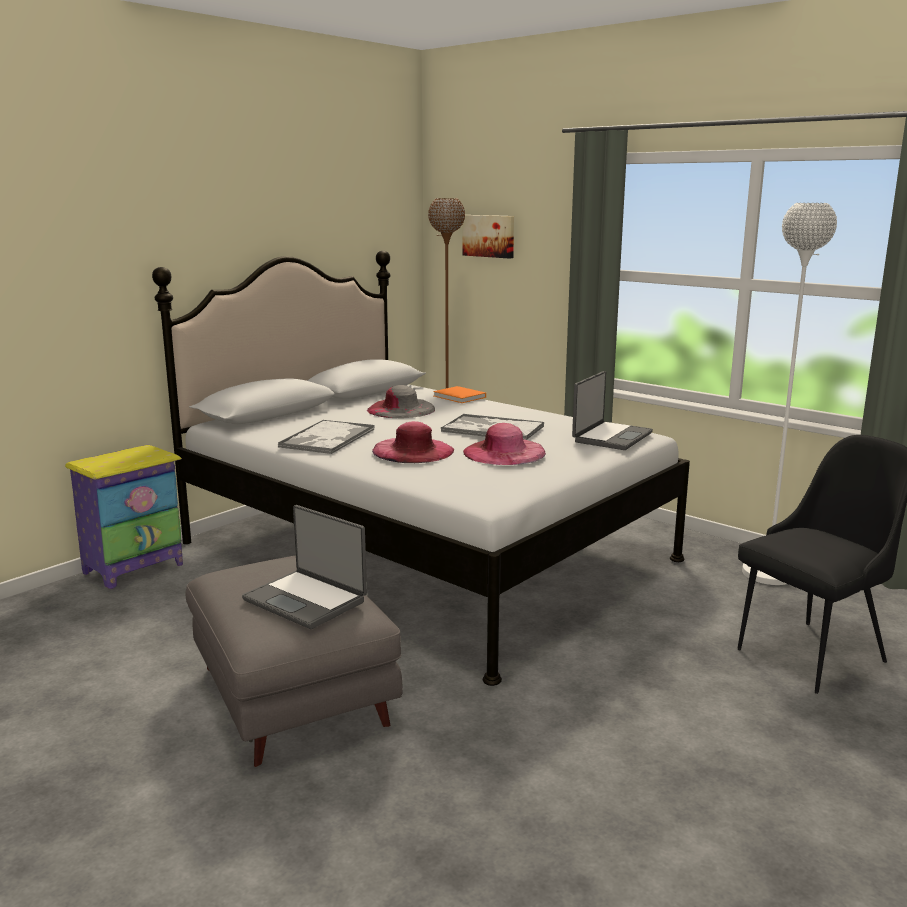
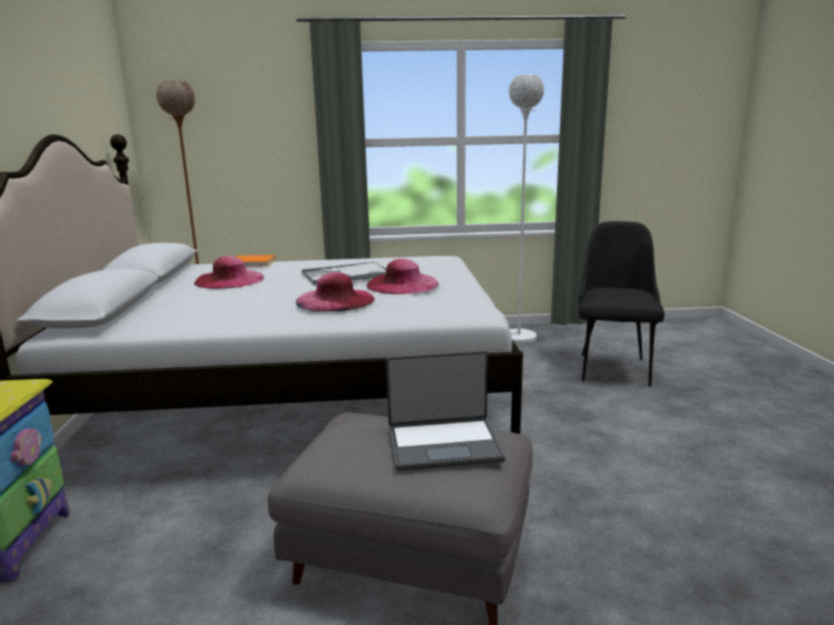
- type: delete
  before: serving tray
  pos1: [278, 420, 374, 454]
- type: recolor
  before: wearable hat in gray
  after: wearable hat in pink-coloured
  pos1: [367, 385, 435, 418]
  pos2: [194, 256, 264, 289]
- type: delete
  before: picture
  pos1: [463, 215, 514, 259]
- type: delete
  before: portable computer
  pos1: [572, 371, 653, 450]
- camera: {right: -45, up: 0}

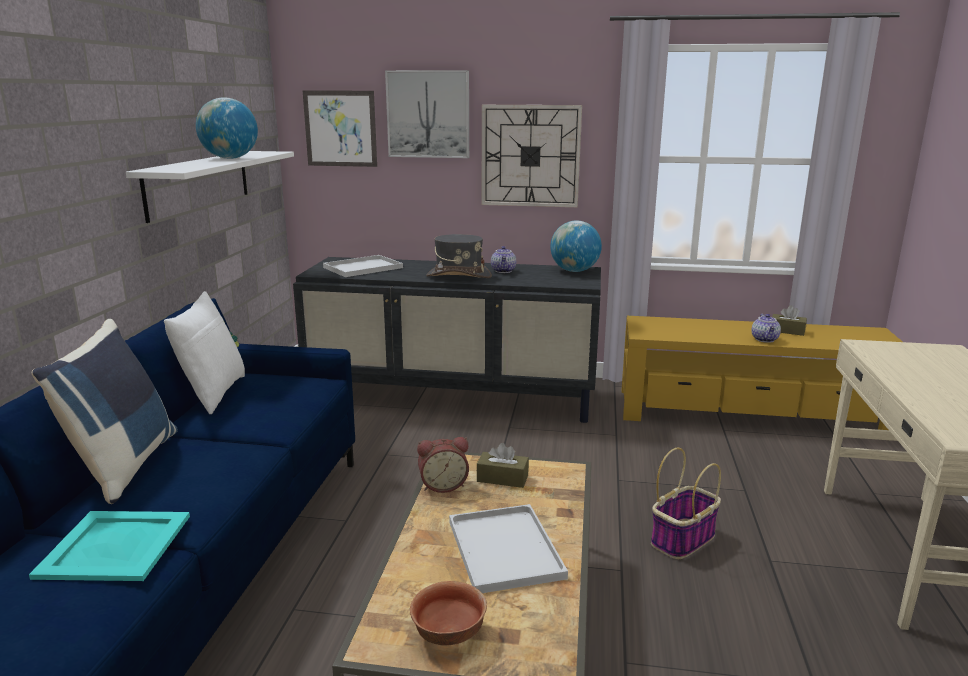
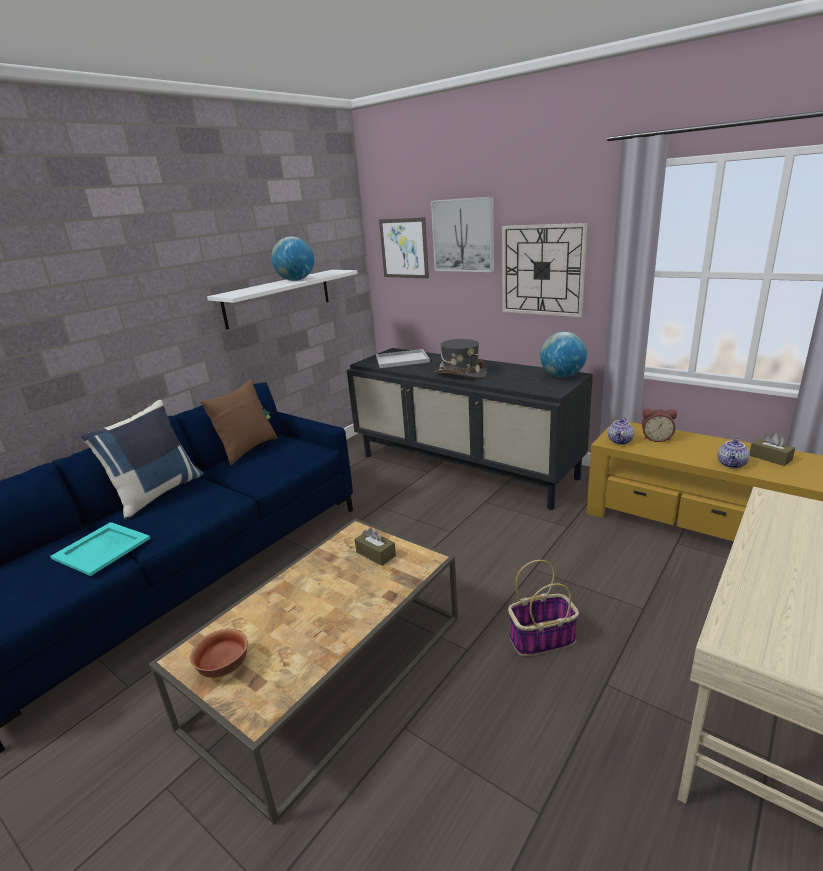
- type: recolor
  before: cushion in whitish
  after: cushion in brownish
  pos1: [164, 291, 245, 414]
  pos2: [200, 379, 277, 465]
- type: move
  before: alarm clock
  pos1: [417, 437, 469, 493]
  pos2: [642, 408, 677, 442]
- type: delete
  before: serving tray in whitish
  pos1: [449, 504, 568, 593]
- type: move
  before: teapot
  pos1: [491, 246, 516, 273]
  pos2: [608, 417, 634, 445]
- camera: {right: 30, up: 5}

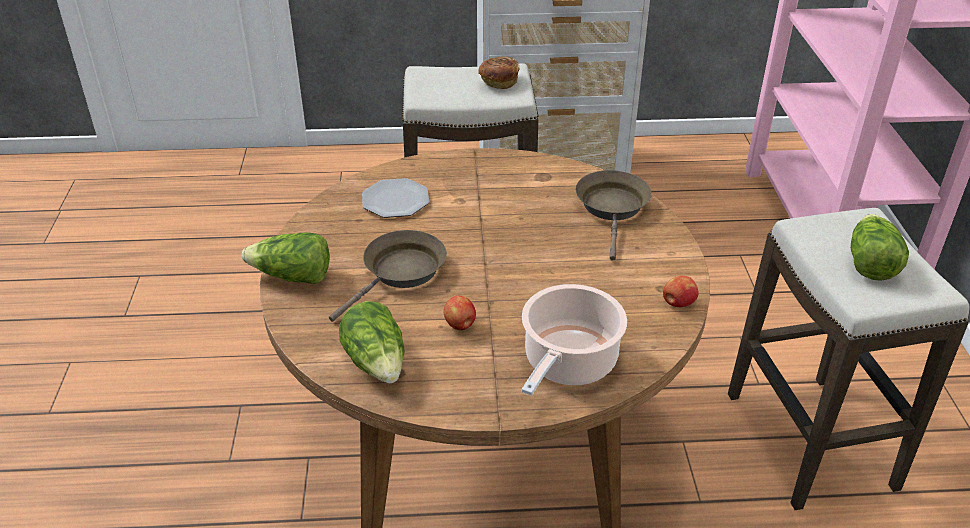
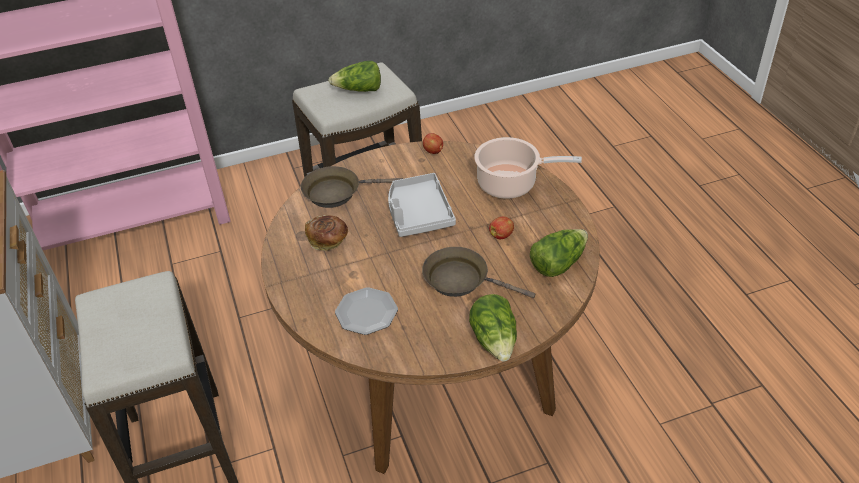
- type: move
  before: baked bread
  pos1: [478, 56, 520, 89]
  pos2: [305, 215, 348, 251]
- type: insert
  after: serving tray in gray
  pos2: [388, 173, 456, 237]
- camera: {right: -105, up: 5}

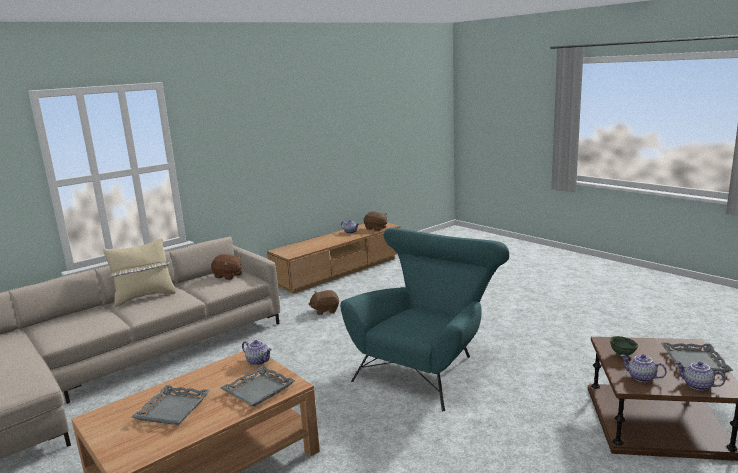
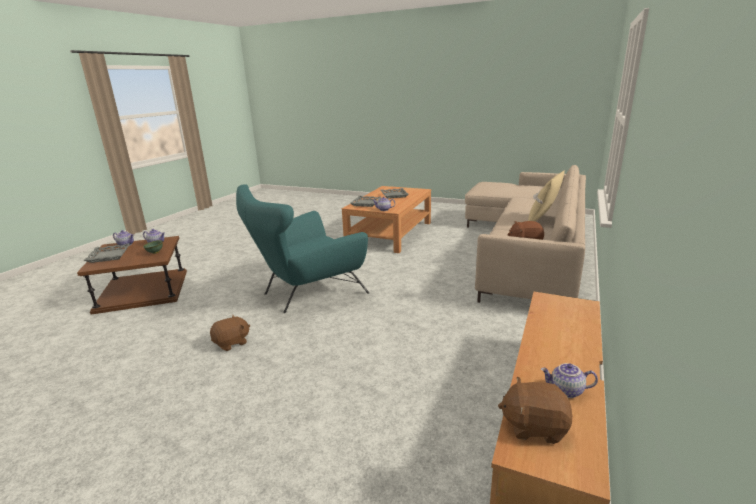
- type: move
  before: soft toy in brownish
  pos1: [308, 290, 339, 315]
  pos2: [210, 315, 250, 351]
- type: rotate
  before: lounge chair in blue-green
  pos1: [340, 228, 509, 411]
  pos2: [236, 184, 369, 313]
  turn: 45
- camera: {right: 155, up: 5}

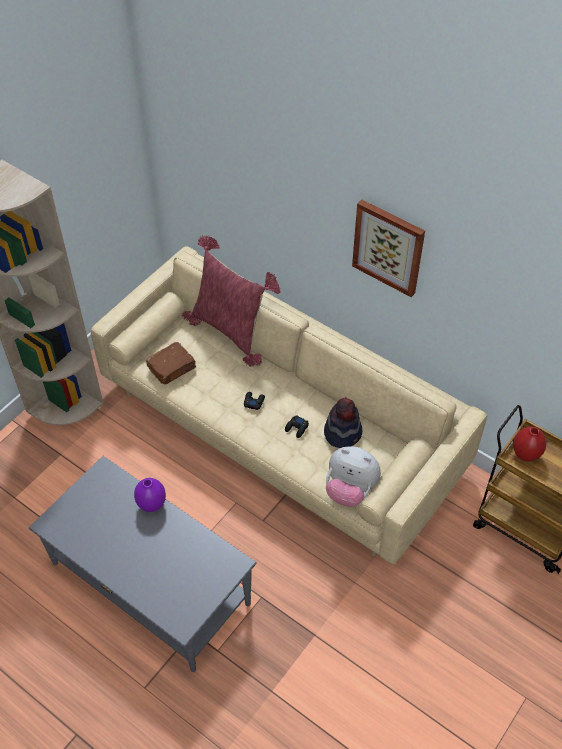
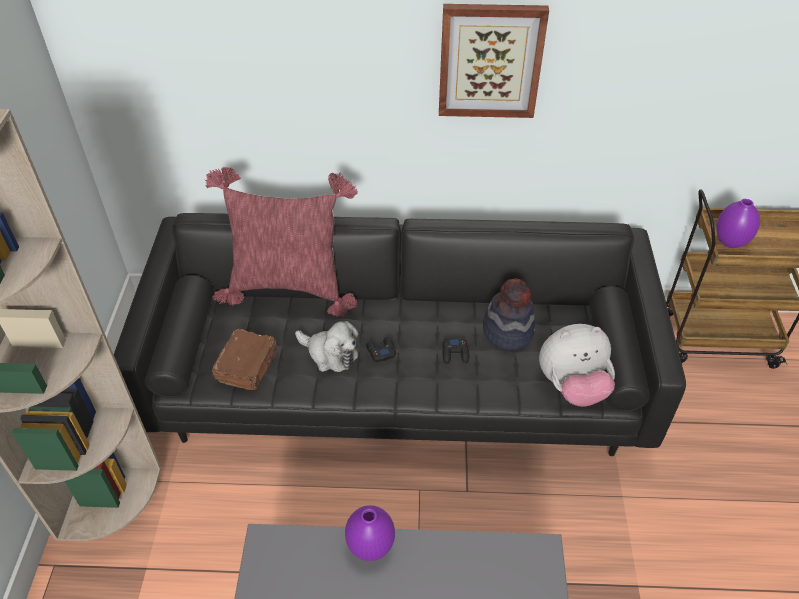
- type: recolor
  before: couch in beige
  after: couch in black-coloured
  pos1: [91, 246, 487, 565]
  pos2: [114, 213, 686, 456]
- type: recolor
  before: decorative vase in reddish
  after: decorative vase in purplish
  pos1: [513, 427, 546, 461]
  pos2: [716, 199, 760, 248]
- type: insert
  after: soft toy
  pos2: [295, 321, 359, 372]
- camera: {right: -35, up: -5}

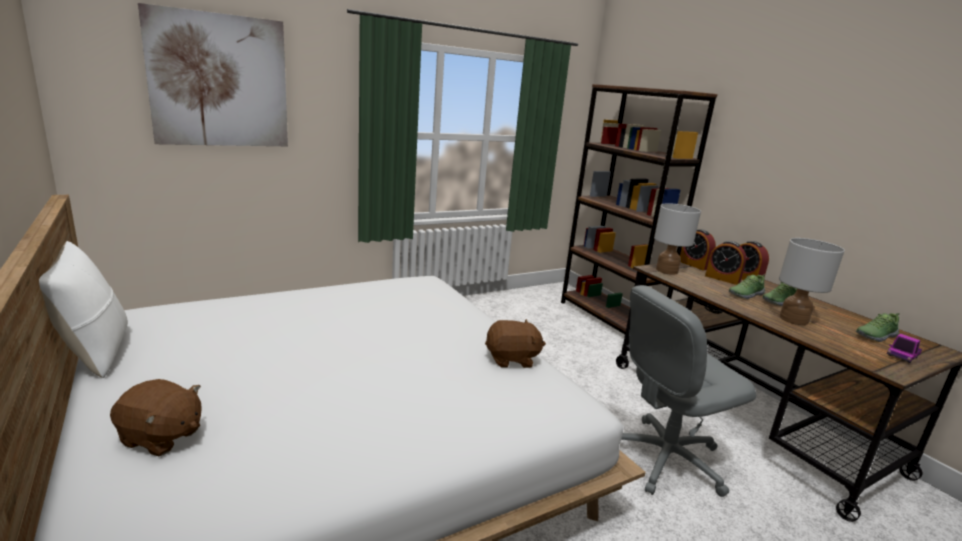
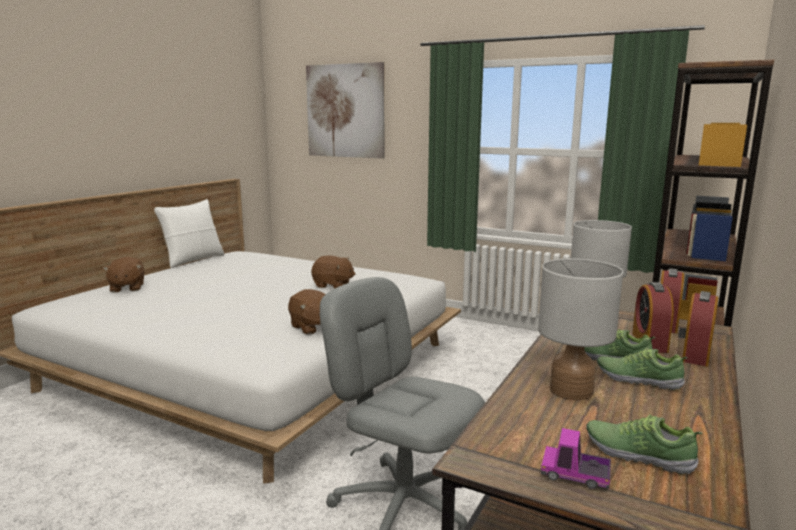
- type: insert
  after: soft toy in brownish
  pos2: [311, 256, 355, 289]
- camera: {right: 60, up: -5}

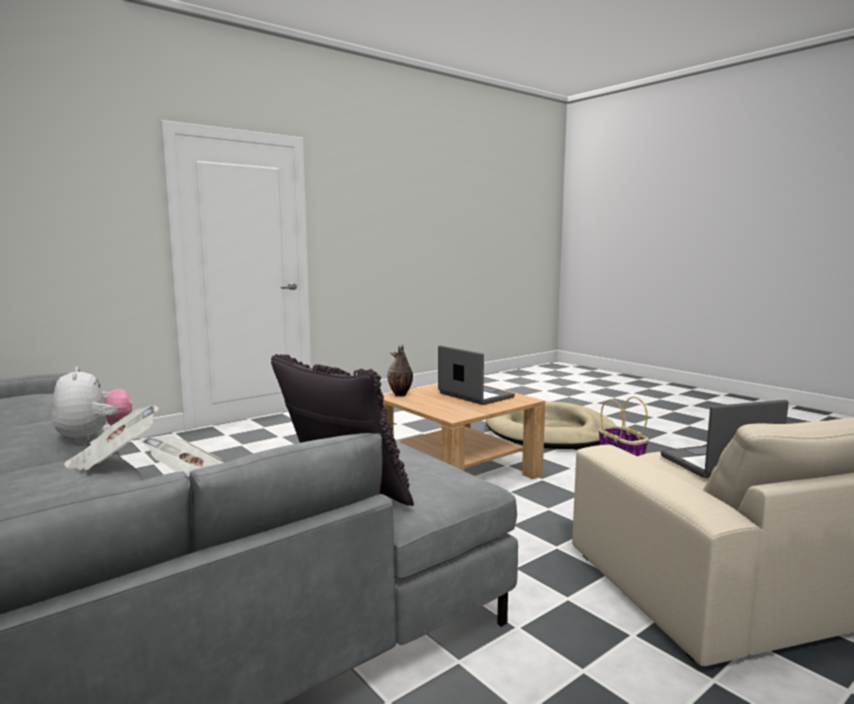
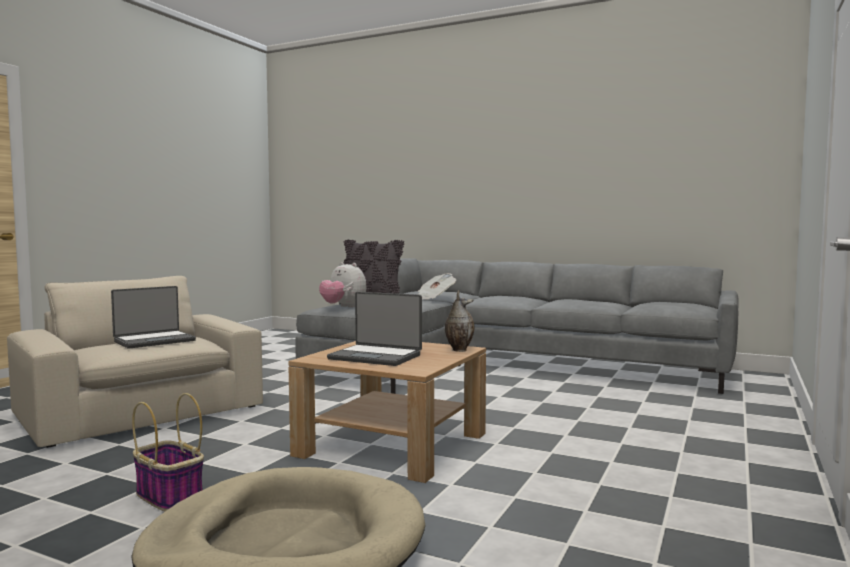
- type: move
  before: soft toy
  pos1: [52, 367, 132, 443]
  pos2: [319, 262, 367, 307]
- type: delete
  before: daily paper
  pos1: [64, 405, 159, 471]
- camera: {right: 155, up: -5}

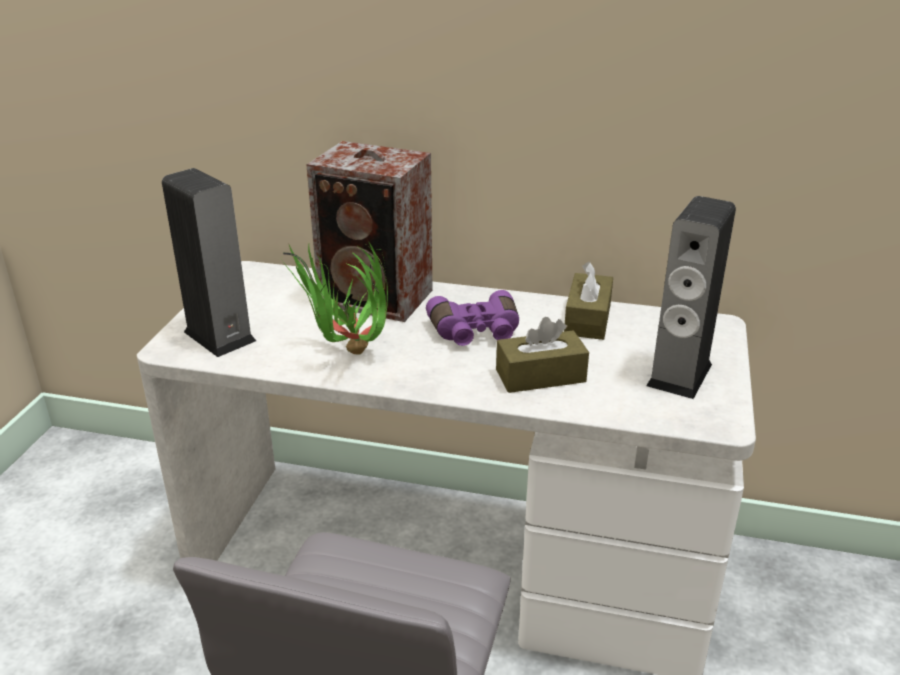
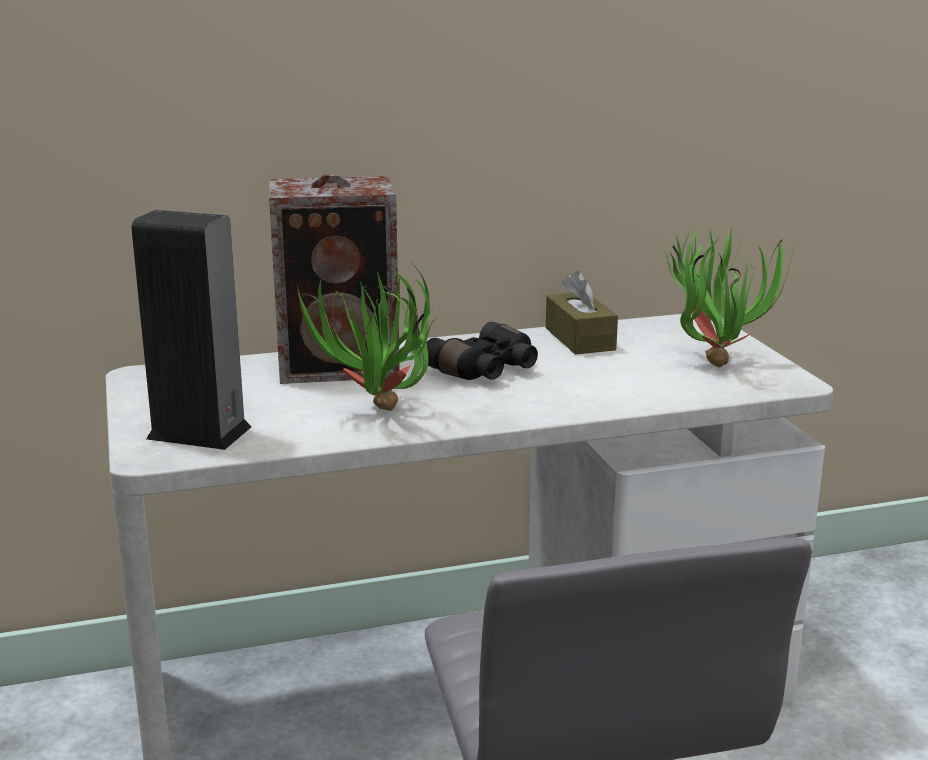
- type: recolor
  before: pair of binoculars in purplish
  after: pair of binoculars in black-coloured
  pos1: [426, 290, 519, 346]
  pos2: [423, 322, 538, 380]
- type: delete
  before: box of tissues in brownish
  pos1: [496, 317, 589, 393]
- type: replace
  before: speaker
  after: houseplant
  pos1: [646, 196, 736, 399]
  pos2: [661, 224, 793, 367]
- camera: {right: -30, up: -10}

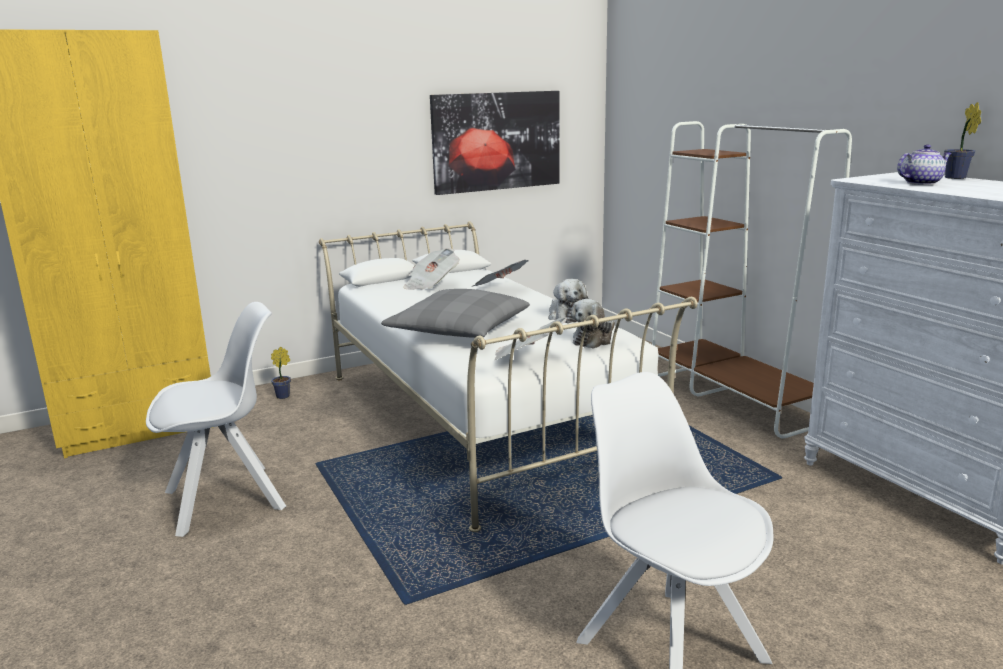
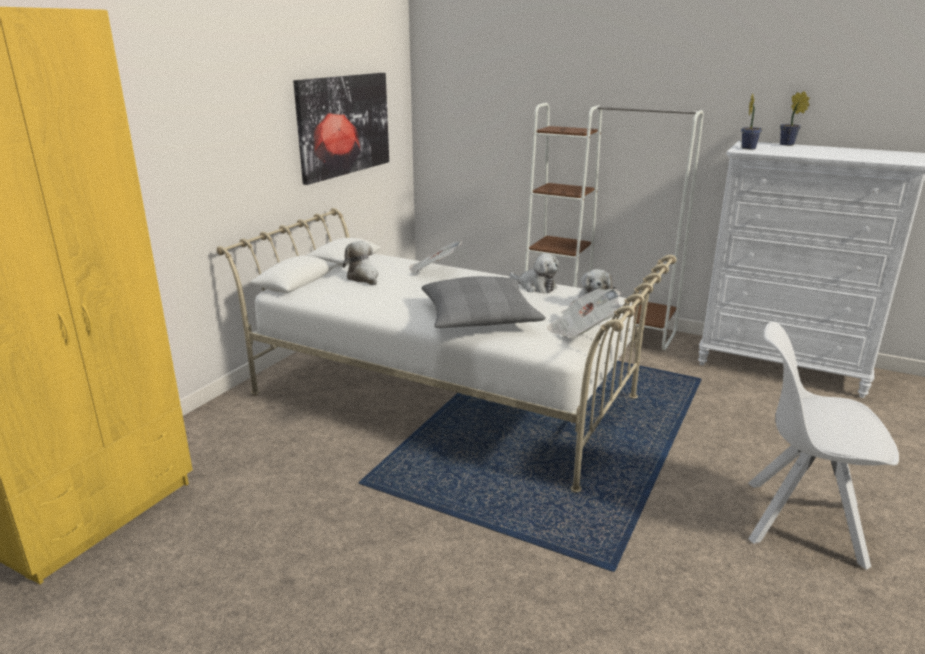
- type: delete
  before: chair in whitish
  pos1: [146, 302, 286, 537]
- type: move
  before: houseplant
  pos1: [271, 347, 291, 399]
  pos2: [741, 93, 762, 149]
- type: replace
  before: daily paper
  after: soft toy
  pos1: [403, 248, 459, 290]
  pos2: [343, 241, 378, 285]
- type: delete
  before: teapot
  pos1: [897, 145, 952, 185]
- camera: {right: -35, up: 5}

